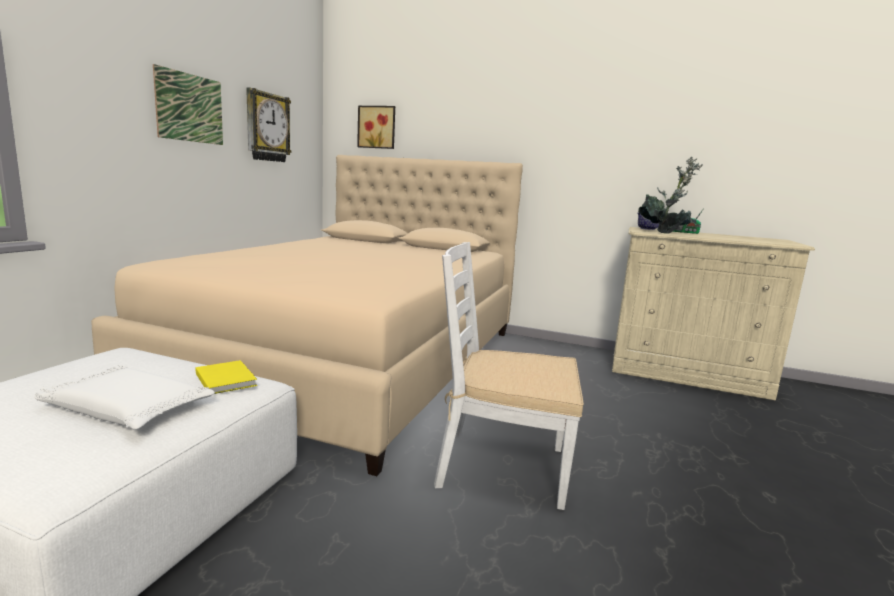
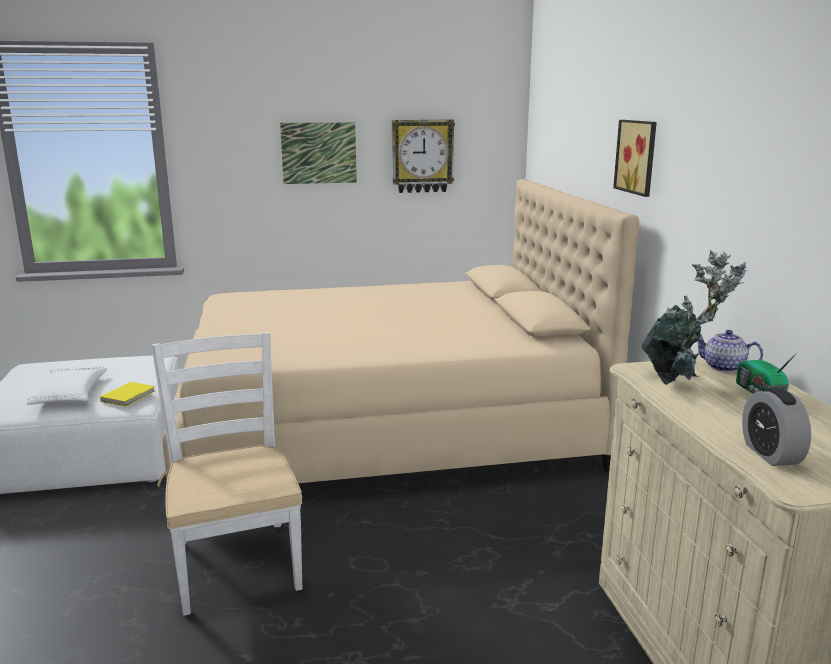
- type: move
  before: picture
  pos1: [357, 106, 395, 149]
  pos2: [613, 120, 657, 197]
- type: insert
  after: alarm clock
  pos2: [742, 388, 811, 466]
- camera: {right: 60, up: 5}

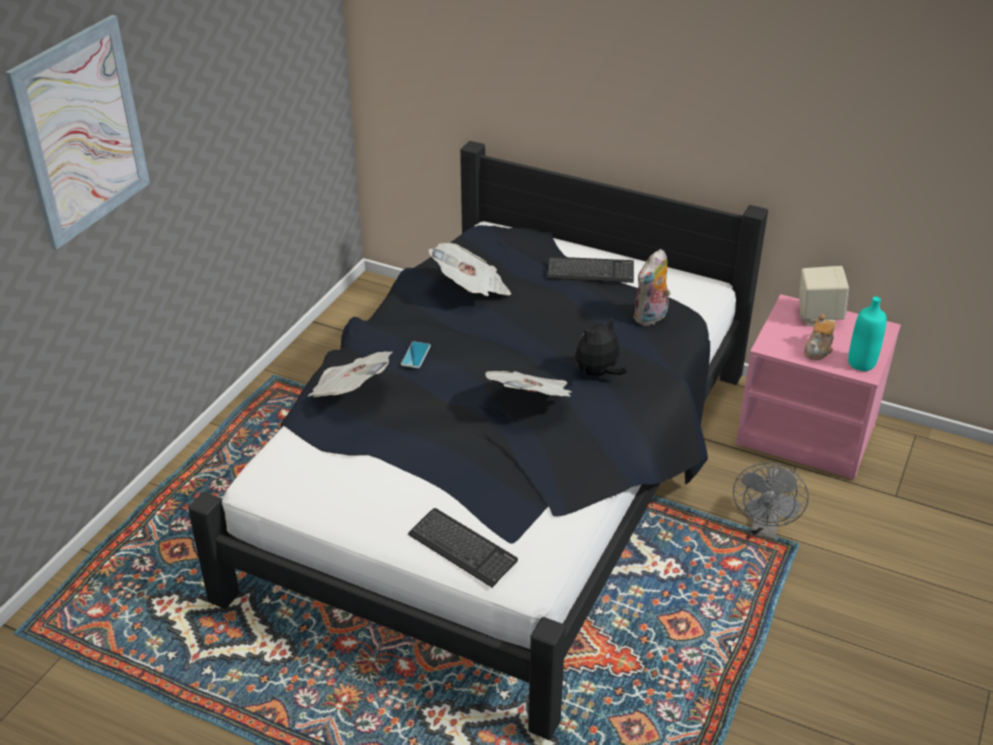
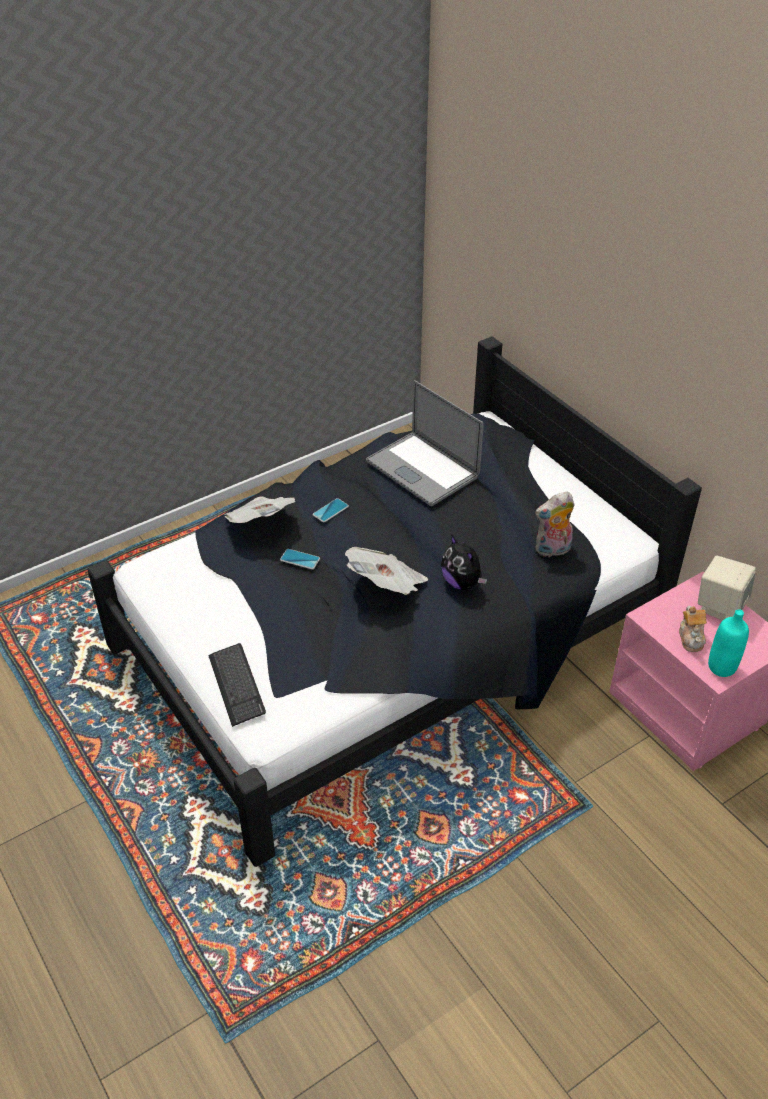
- type: delete
  before: picture
  pos1: [5, 15, 150, 250]
- type: replace
  before: daily paper
  after: portable computer
  pos1: [428, 243, 512, 296]
  pos2: [366, 380, 484, 506]
- type: delete
  before: computer keyboard
  pos1: [547, 257, 634, 283]
- type: rotate
  before: soft toy
  pos1: [575, 318, 627, 376]
  pos2: [441, 535, 487, 590]
  turn: -120
- type: delete
  before: fan in gray
  pos1: [733, 463, 809, 540]
- type: rotate
  before: teapot
  pos1: [804, 314, 835, 360]
  pos2: [679, 606, 707, 652]
  turn: -60
- type: insert
  after: handset
  pos2: [280, 549, 320, 569]
- camera: {right: 30, up: 5}

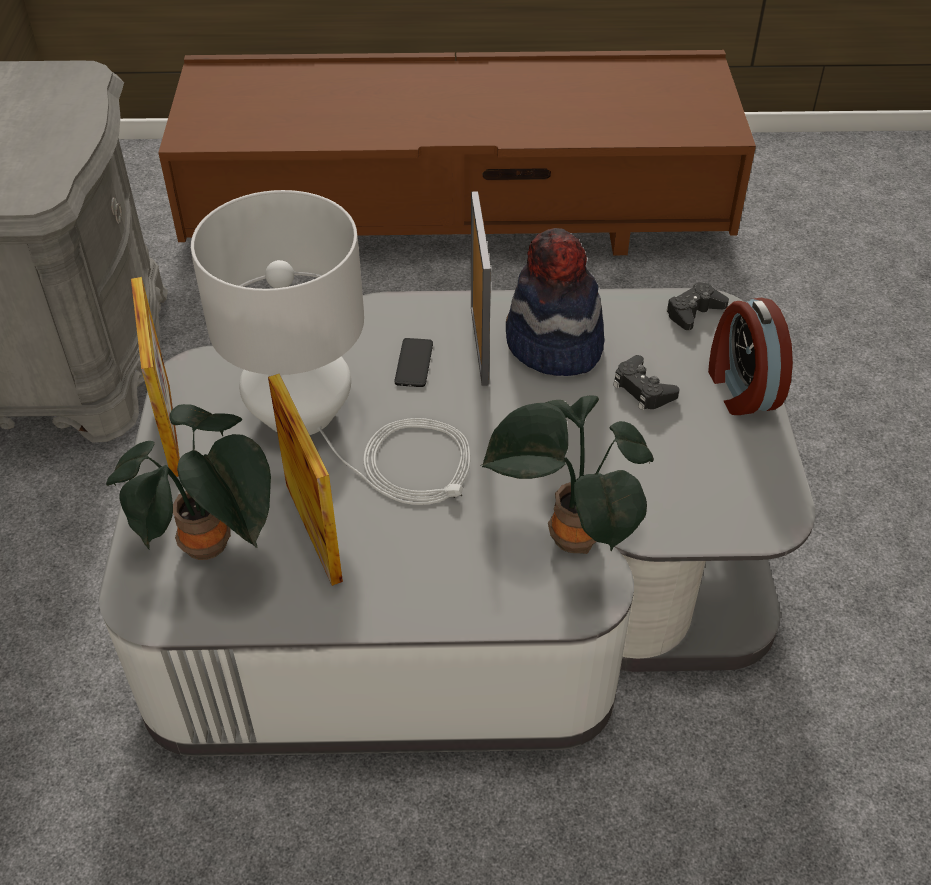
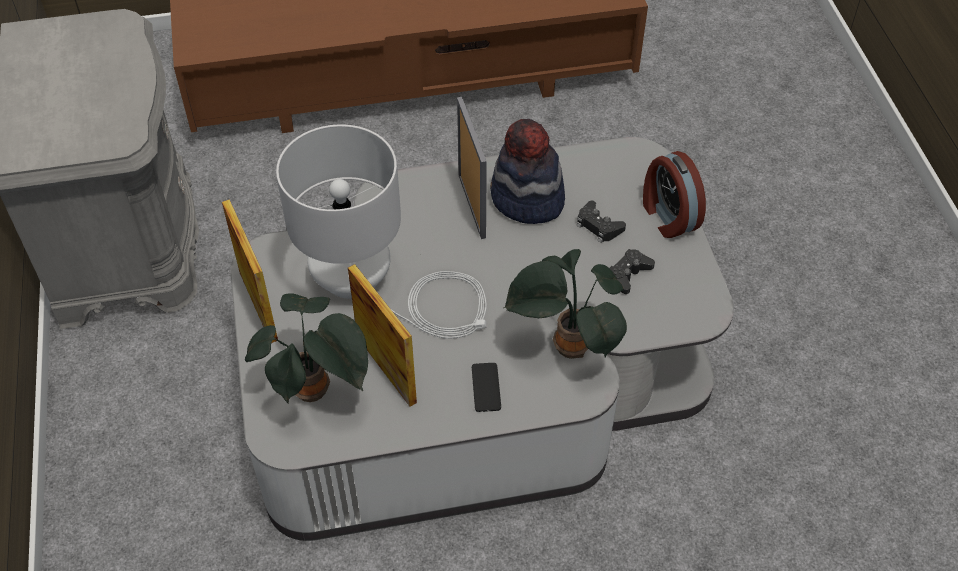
- type: move
  before: handset
  pos1: [394, 338, 433, 387]
  pos2: [472, 363, 501, 412]
- type: move
  before: game controller in black-coloured
  pos1: [666, 282, 729, 330]
  pos2: [609, 249, 655, 294]
- camera: {right: -10, up: 5}

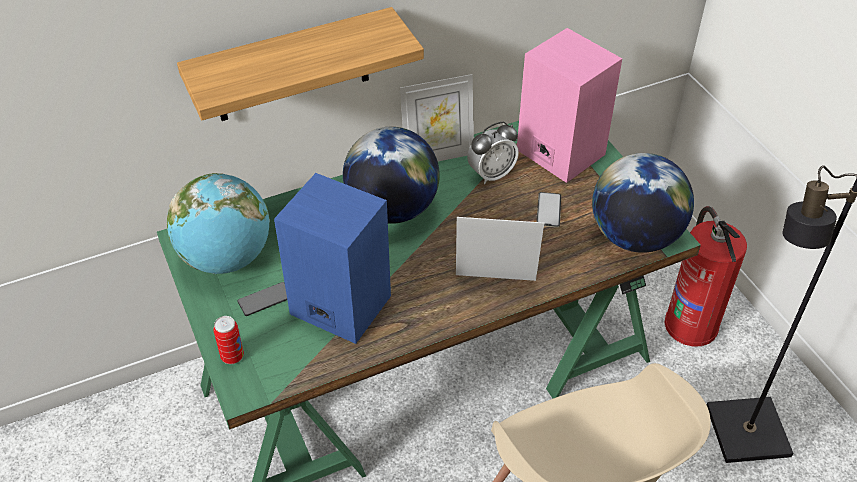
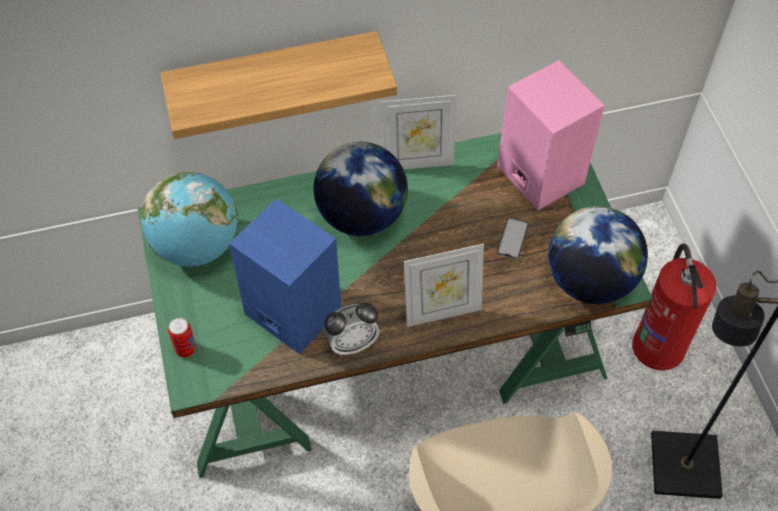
- type: delete
  before: handset
  pos1: [238, 282, 287, 316]
- type: rotate
  before: picture frame
  pos1: [456, 217, 544, 281]
  pos2: [404, 244, 484, 327]
  turn: 150
- type: move
  before: alarm clock
  pos1: [467, 122, 519, 184]
  pos2: [324, 303, 379, 355]
- camera: {right: 10, up: 10}

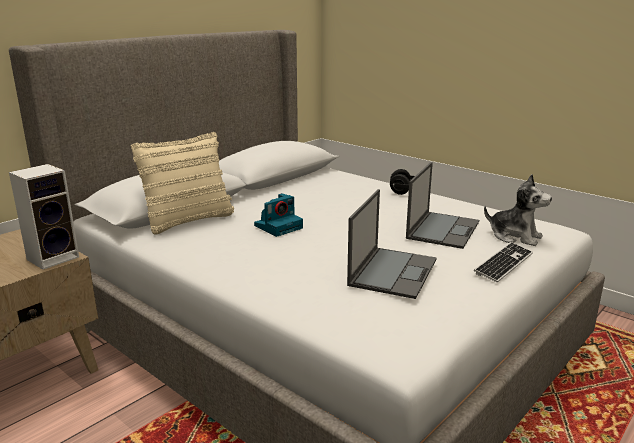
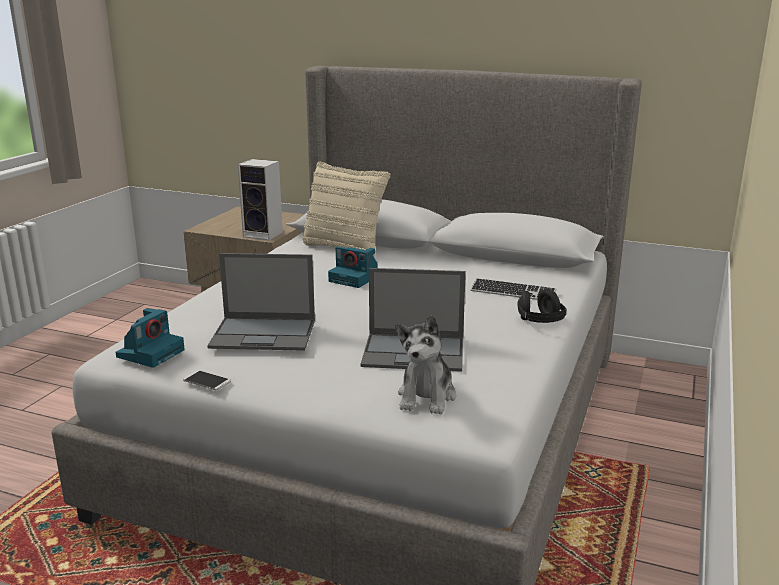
- type: move
  before: computer keyboard
  pos1: [474, 242, 533, 282]
  pos2: [471, 278, 557, 300]
- type: insert
  after: photo camera
  pos2: [116, 308, 185, 368]
- type: insert
  after: handset
  pos2: [183, 370, 231, 390]
- camera: {right: 70, up: 0}

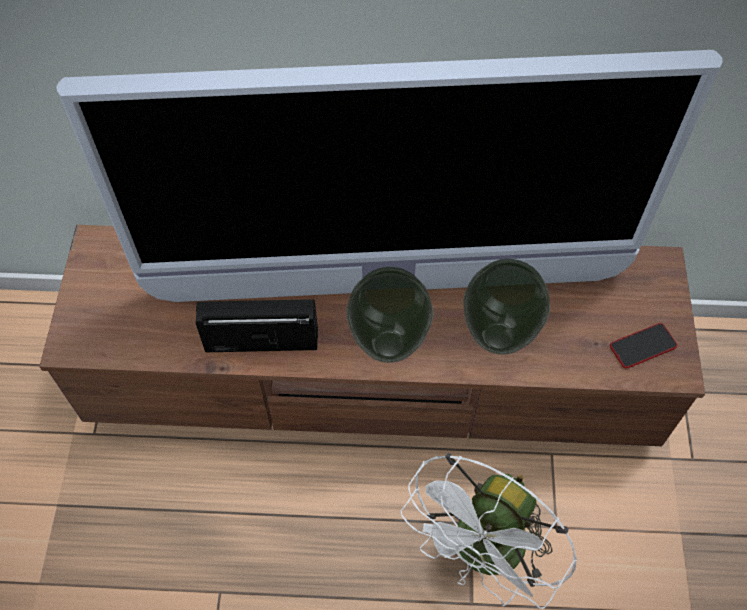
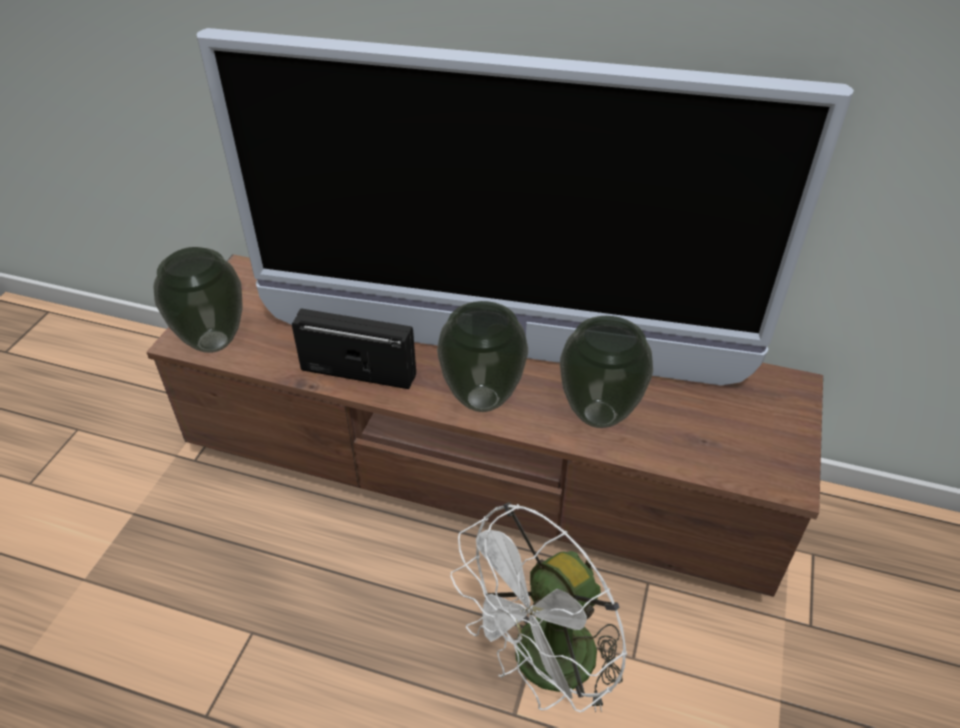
- type: delete
  before: handset
  pos1: [610, 323, 677, 368]
- type: insert
  after: decorative vase
  pos2: [154, 247, 243, 353]
- camera: {right: 15, up: -15}

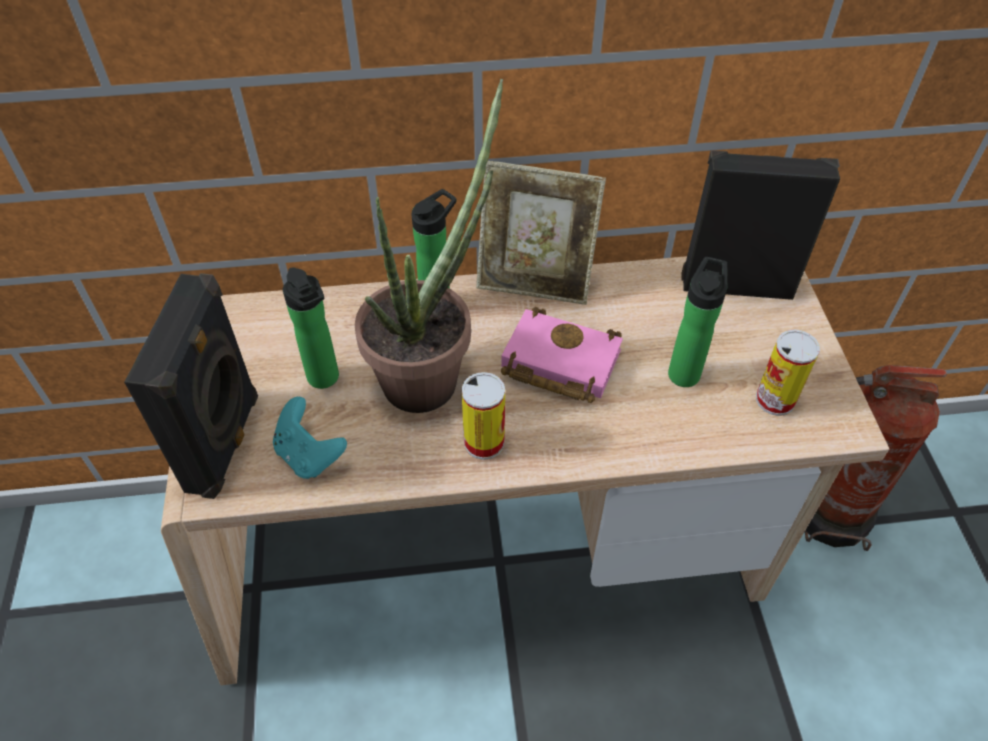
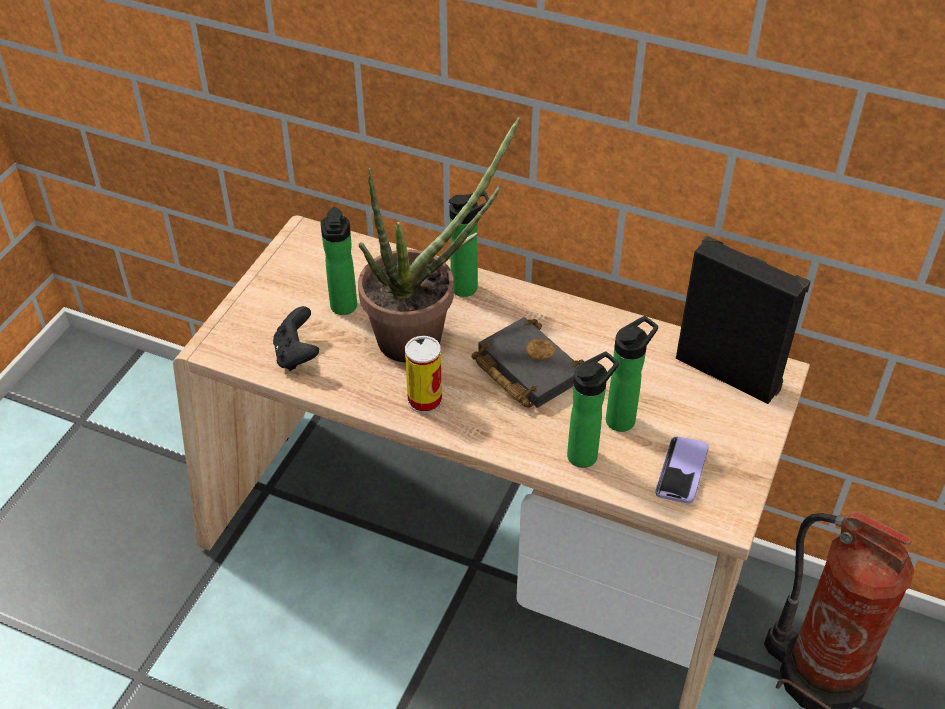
- type: delete
  before: speaker in black-coloured
  pos1: [124, 273, 258, 499]
- type: recolor
  before: game controller in blue-green
  after: game controller in black-coloured
  pos1: [273, 397, 347, 479]
  pos2: [273, 306, 319, 371]
- type: delete
  before: picture frame
  pos1: [476, 161, 606, 305]
- type: recolor
  before: book in pink-coloured
  after: book in black-coloured
  pos1: [501, 307, 623, 403]
  pos2: [471, 317, 584, 408]
- type: replace
  before: sealed can
  after: handset
  pos1: [756, 329, 820, 416]
  pos2: [656, 436, 709, 503]
- type: insert
  after: beverage bottle
  pos2: [567, 351, 619, 468]
- camera: {right: 30, up: -5}

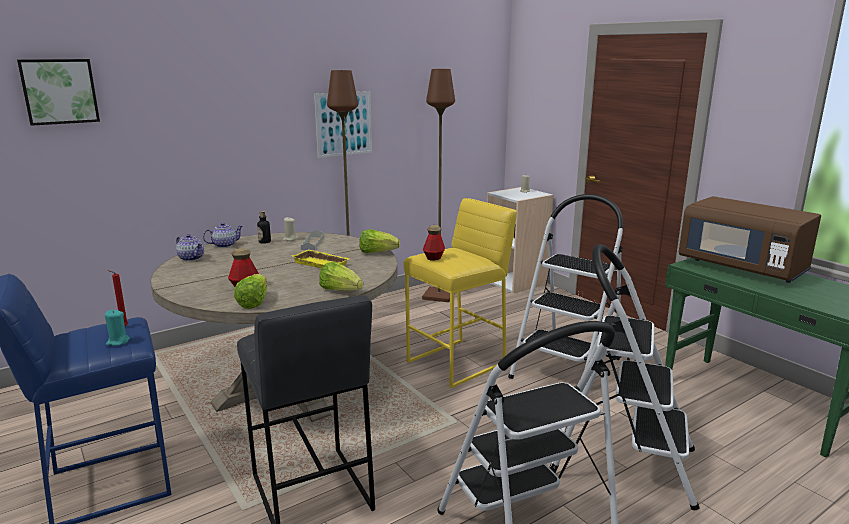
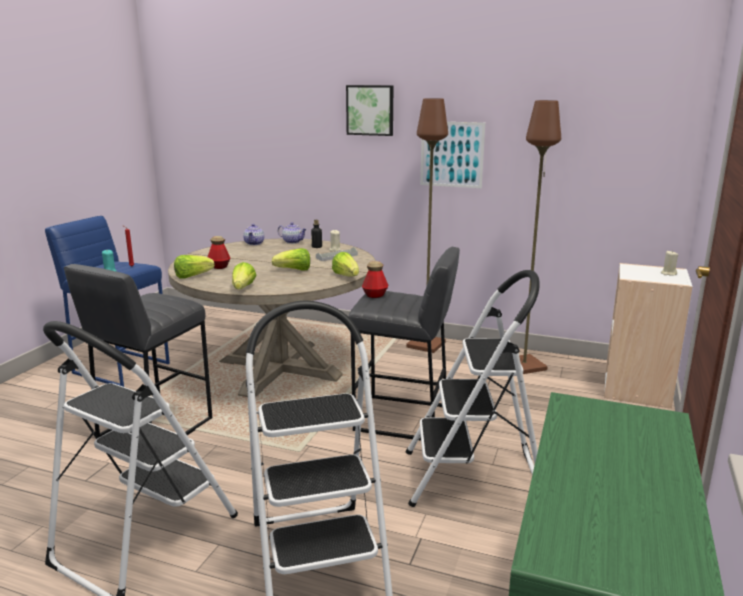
- type: move
  before: picture
  pos1: [17, 59, 100, 126]
  pos2: [346, 85, 393, 136]
- type: replace
  before: serving tray in yellowish
  after: lettuce head
  pos1: [292, 249, 349, 269]
  pos2: [272, 248, 310, 271]
- type: recolor
  before: stool in yellowish
  after: stool in gray
  pos1: [403, 198, 517, 388]
  pos2: [349, 247, 460, 441]
- type: delete
  before: microwave oven in brownish
  pos1: [679, 196, 821, 283]
- camera: {right: 55, up: 0}

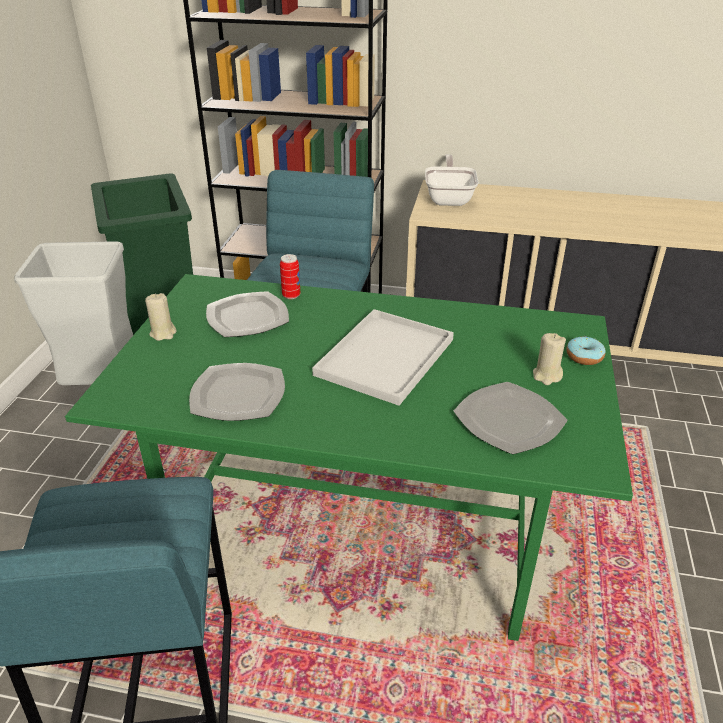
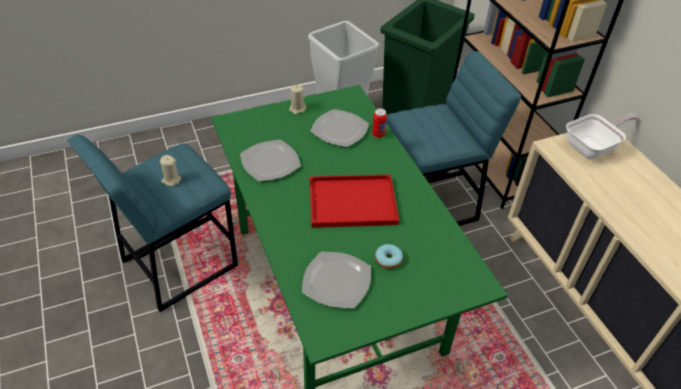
- type: recolor
  before: serving tray in whitish
  after: serving tray in reddish
  pos1: [312, 309, 454, 406]
  pos2: [309, 174, 399, 228]
- type: move
  before: candle in beige
  pos1: [533, 333, 566, 385]
  pos2: [160, 155, 181, 186]
- type: move
  before: donut
  pos1: [566, 336, 606, 365]
  pos2: [375, 244, 403, 269]
- camera: {right: 55, up: 10}

